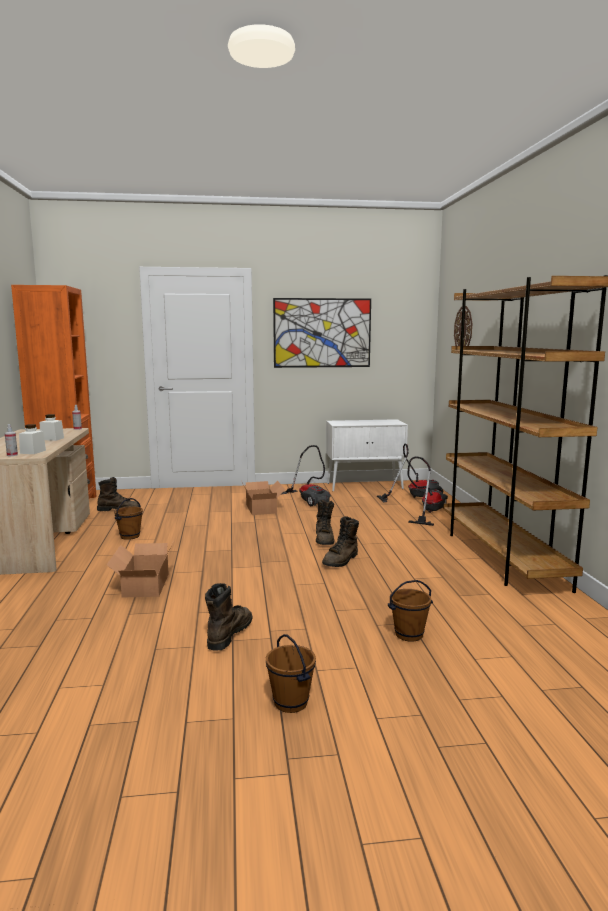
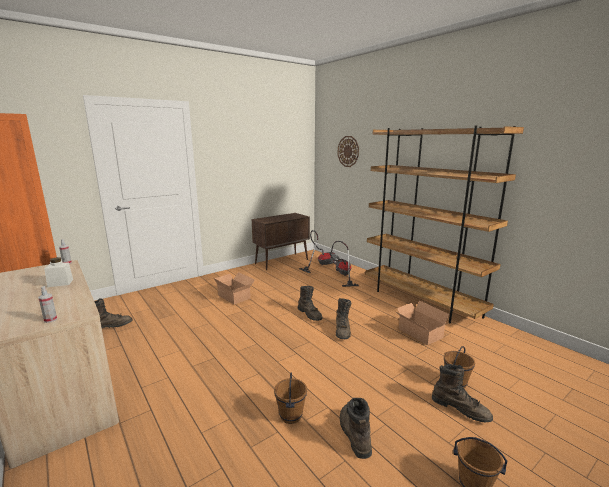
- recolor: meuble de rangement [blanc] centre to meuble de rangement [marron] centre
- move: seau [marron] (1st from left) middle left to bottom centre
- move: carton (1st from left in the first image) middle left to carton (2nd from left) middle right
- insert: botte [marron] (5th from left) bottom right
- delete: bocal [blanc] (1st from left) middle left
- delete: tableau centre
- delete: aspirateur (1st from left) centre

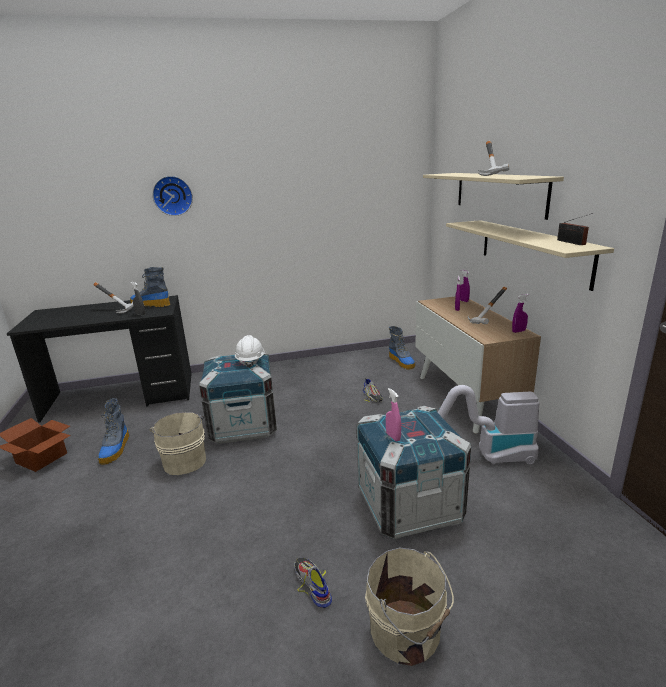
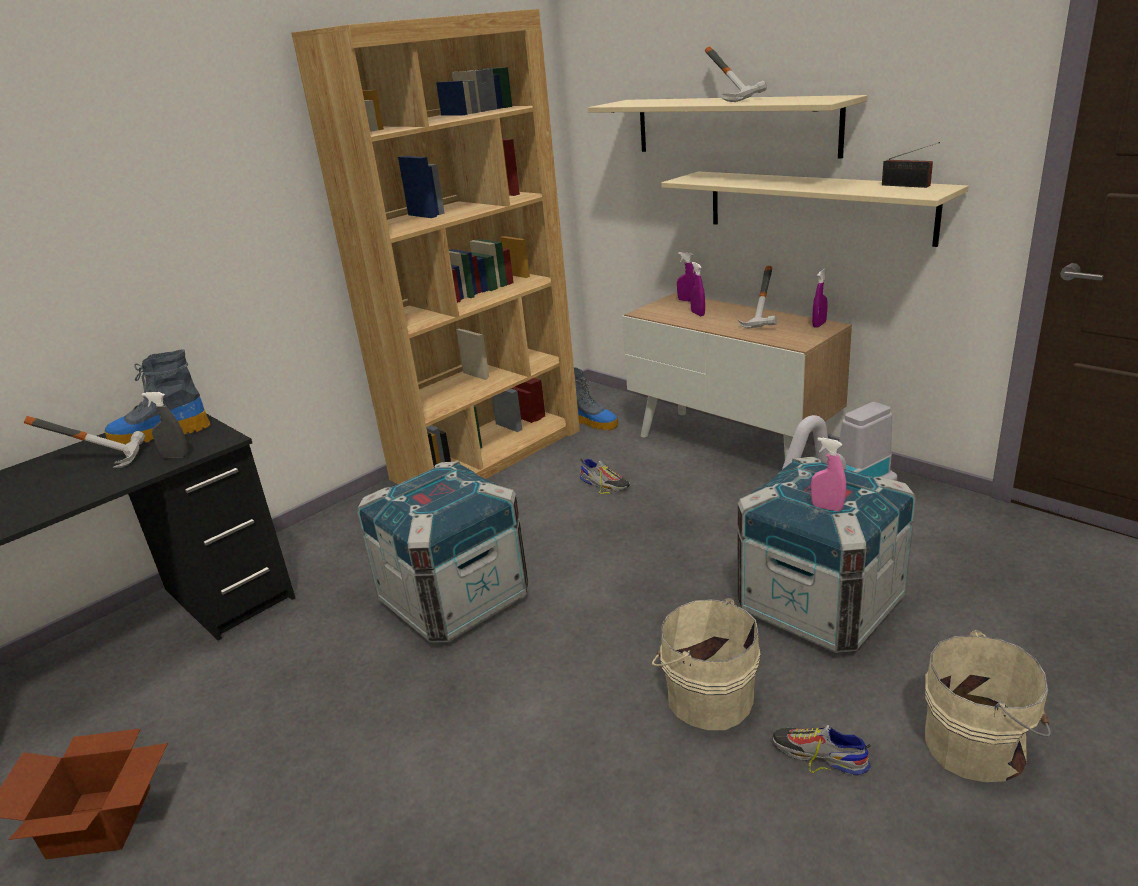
- insert: bibliothèque [marron] top centre
- move: seau [beige] (1st from left) middle left to bottom centre
- delete: botte (1st from left) middle left
- delete: horloge murale top left
- delete: casque de chantier [blanc] centre

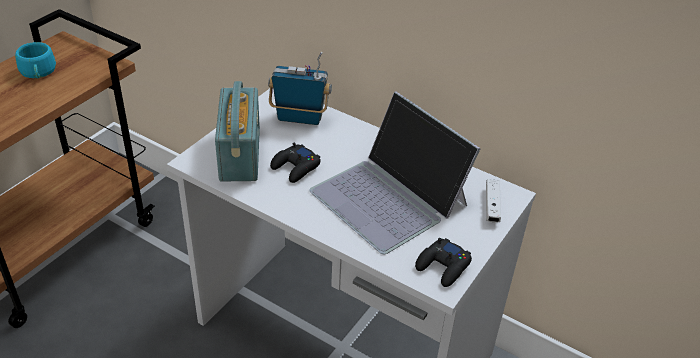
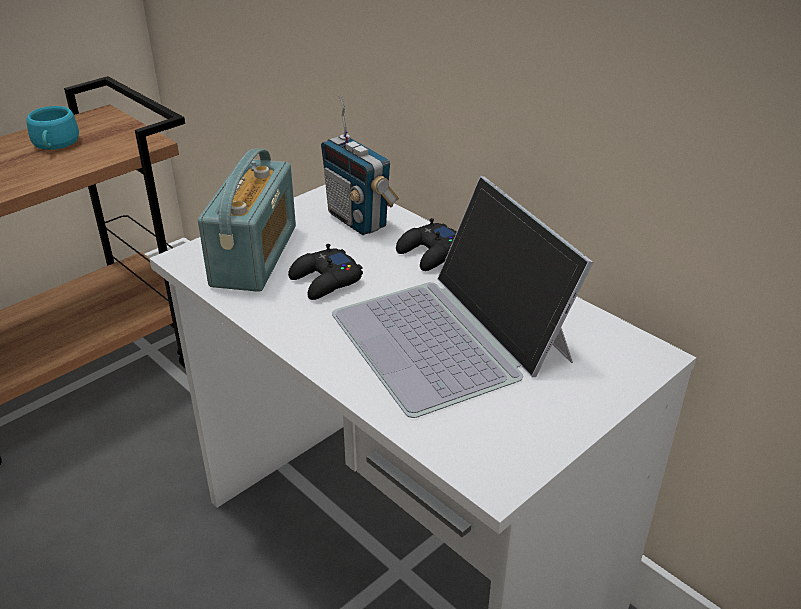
- rotate: radio (2nd from left) top centre = top centre 150 degrees counterclockwise
- move: manette [noir] (2nd from left) bottom centre to centre
- delete: manette [blanc] middle right

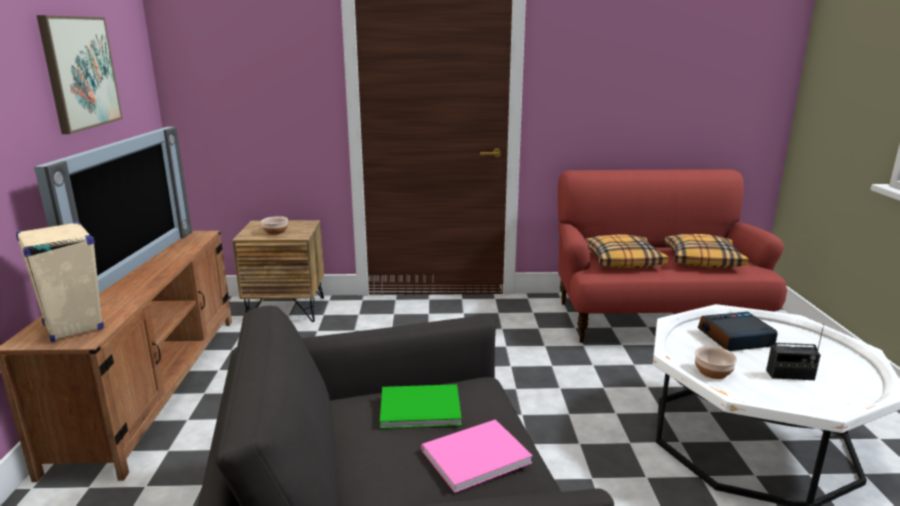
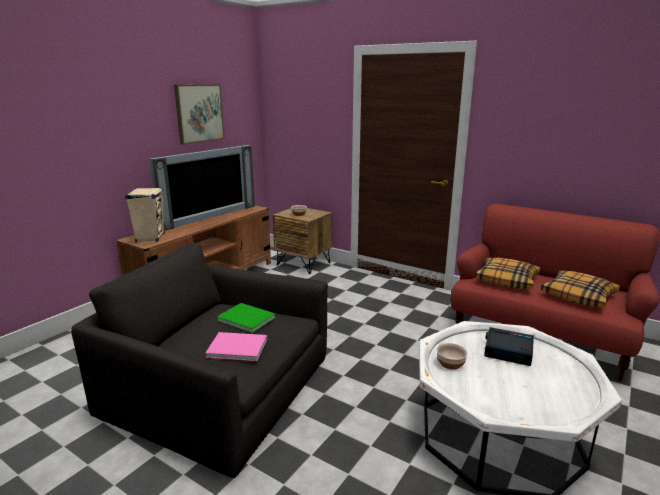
- delete: radio bottom right

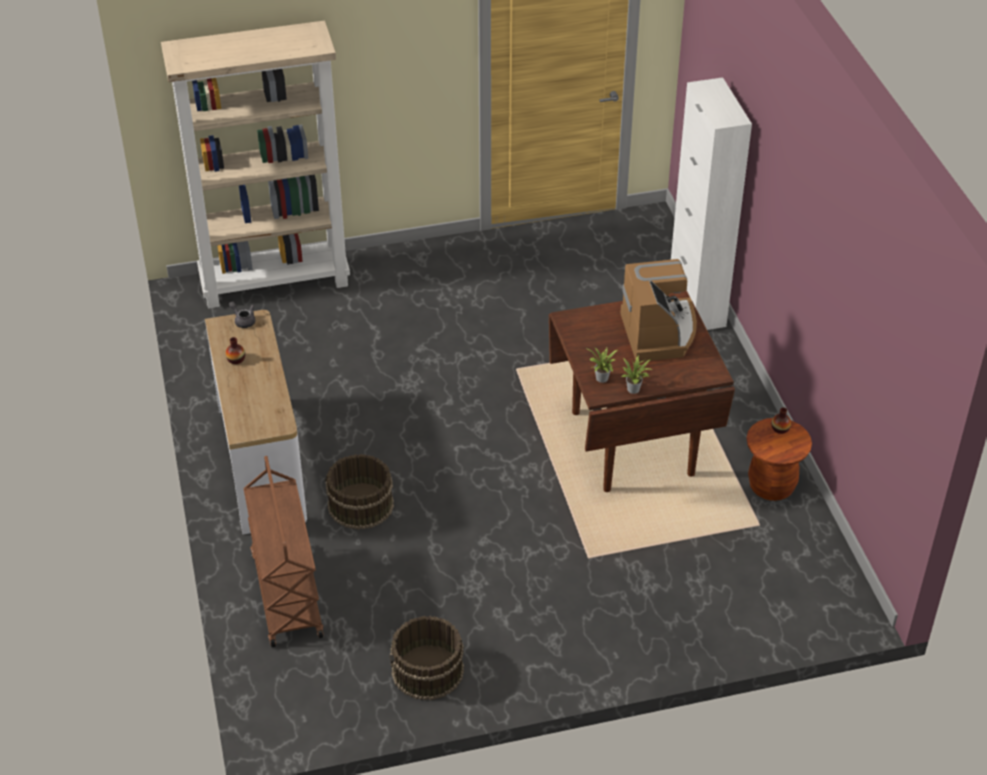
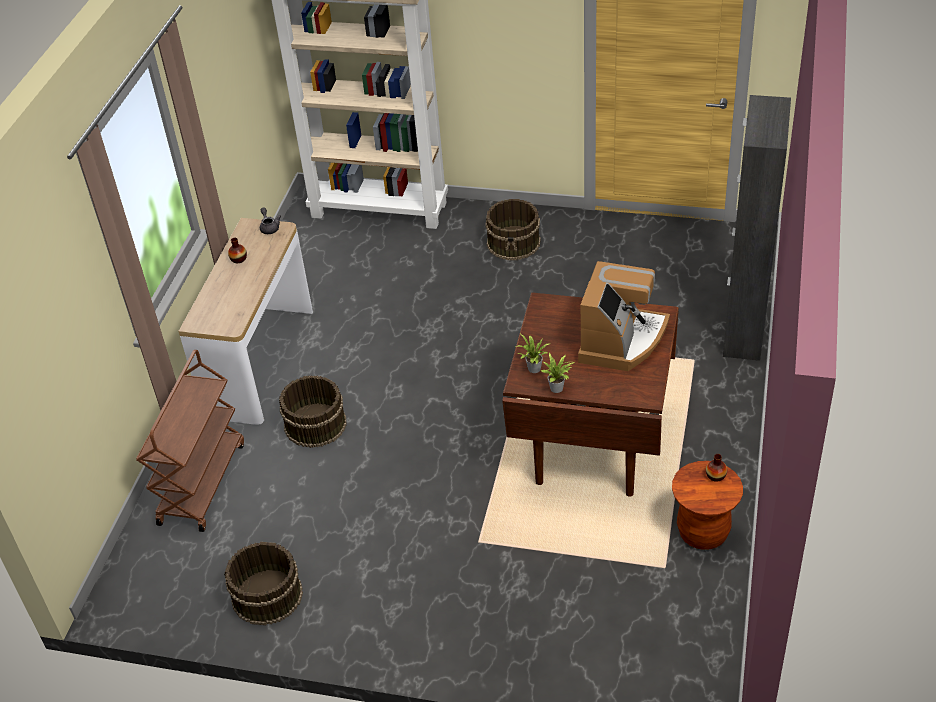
- insert: seau [marron] (3rd from left) top centre
- recolor: meuble de rangement [blanc] top right to meuble de rangement [noir] top right

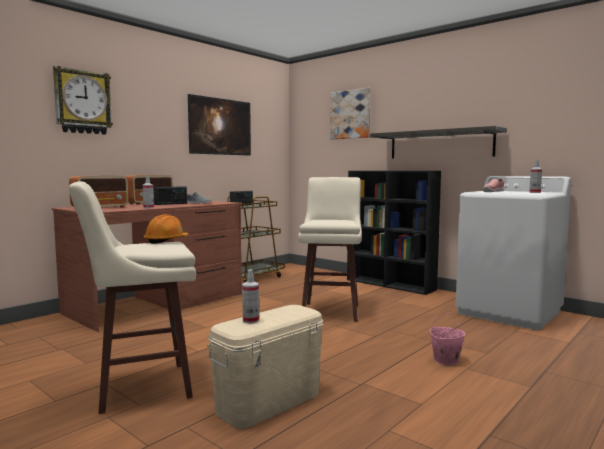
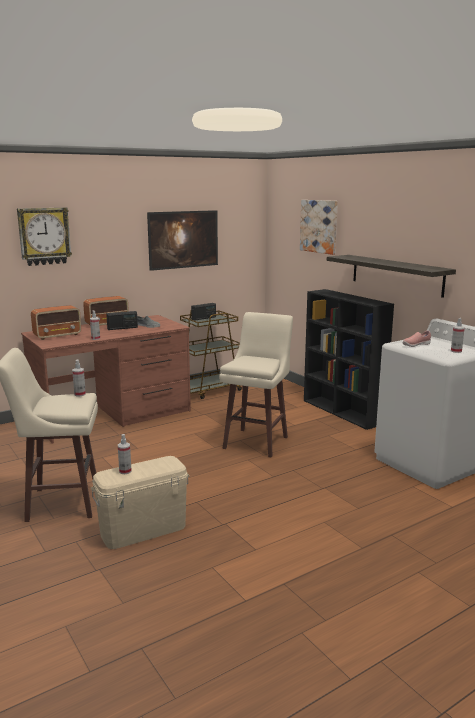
- replace: casque de chantier [orange] middle left to vaporisateur (1st from left) middle left
- delete: seau [rose] bottom right

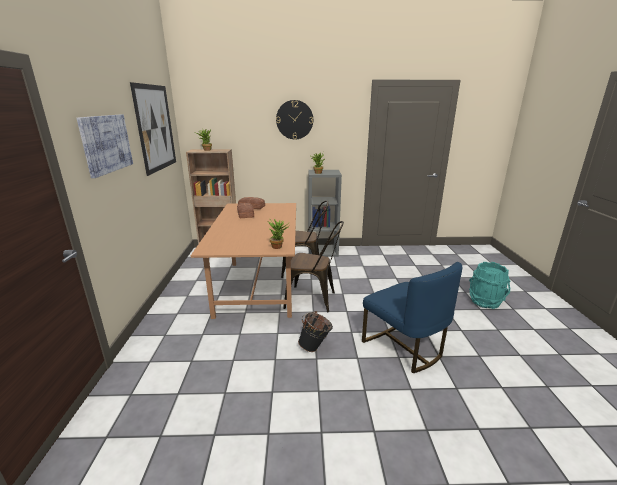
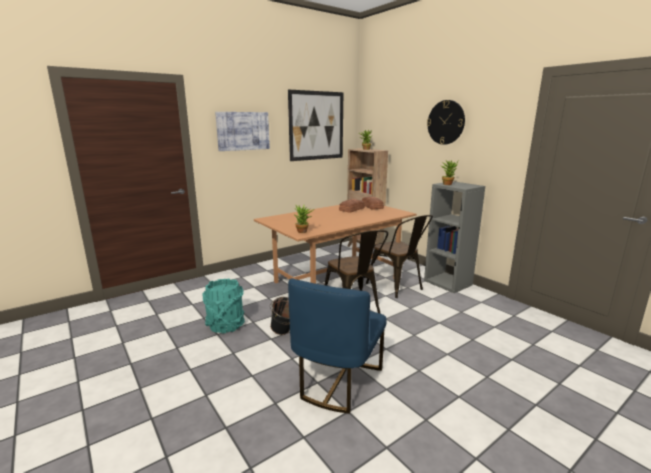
- move: seau [turquoise] middle right to centre

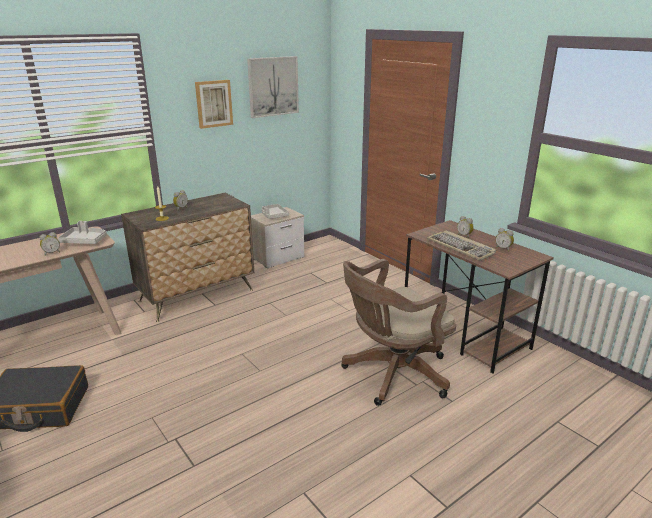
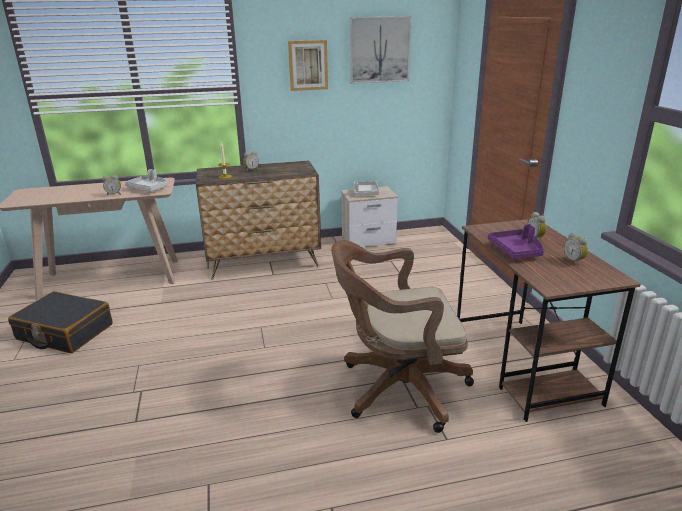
- replace: clavier middle right to plateau [violet] middle right

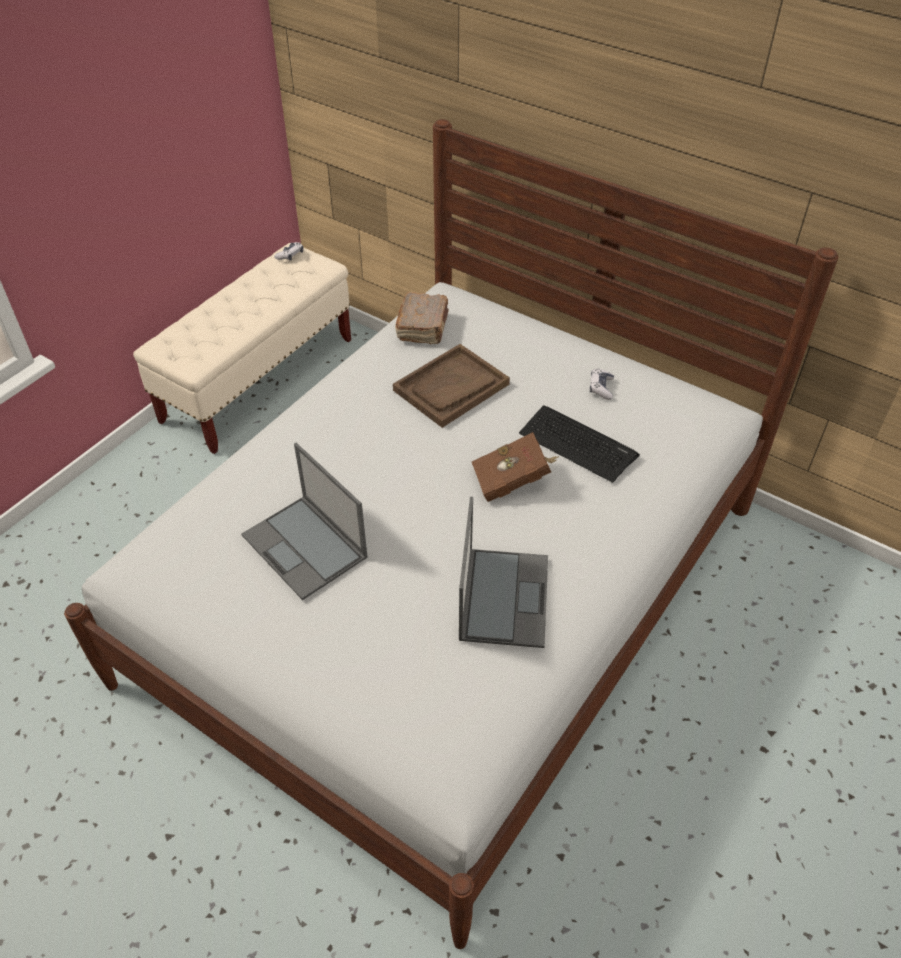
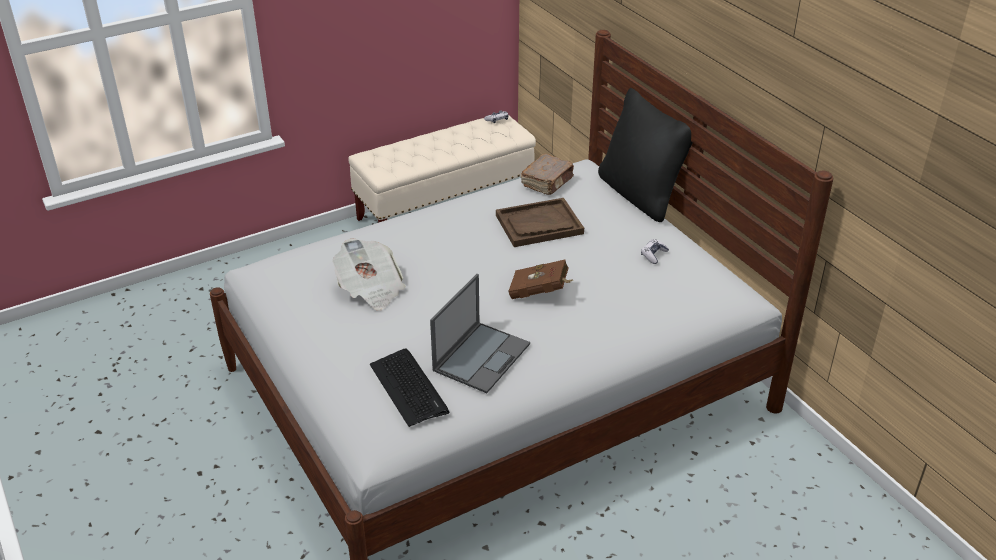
- replace: ordinateur portable (1st from left) centre to journal centre
- move: clavier centre to bottom centre
- insert: coussin [noir] top centre

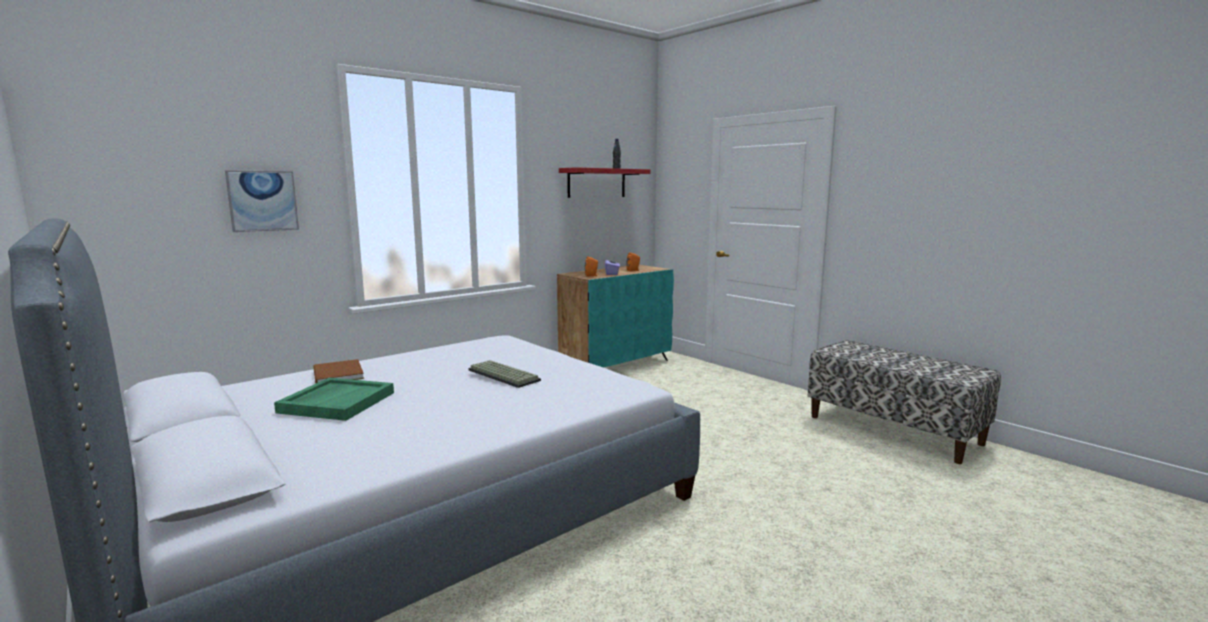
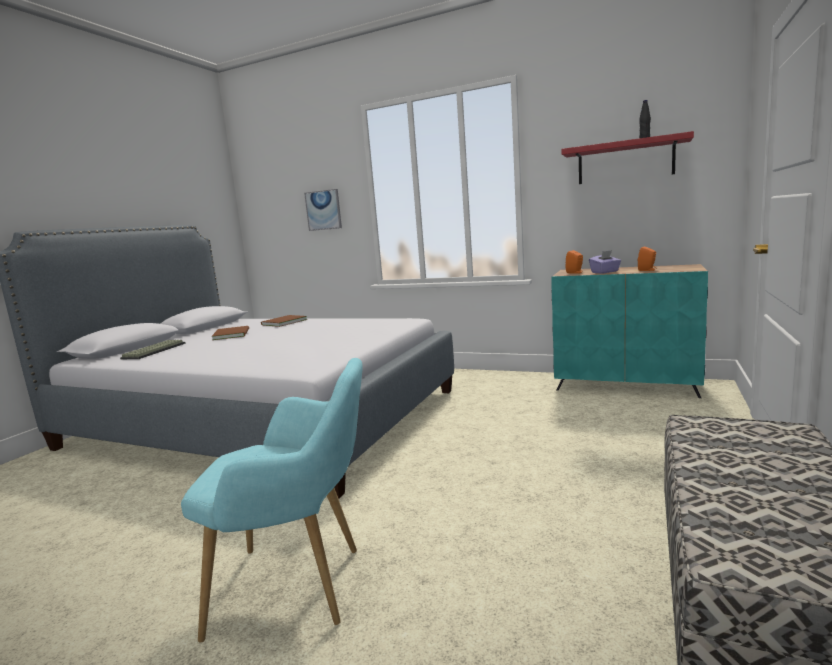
- move: clavier centre to middle left
- insert: fauteuil [turquoise] bottom left
- replace: plateau [vert] middle left to livre [marron] (1st from left) middle left

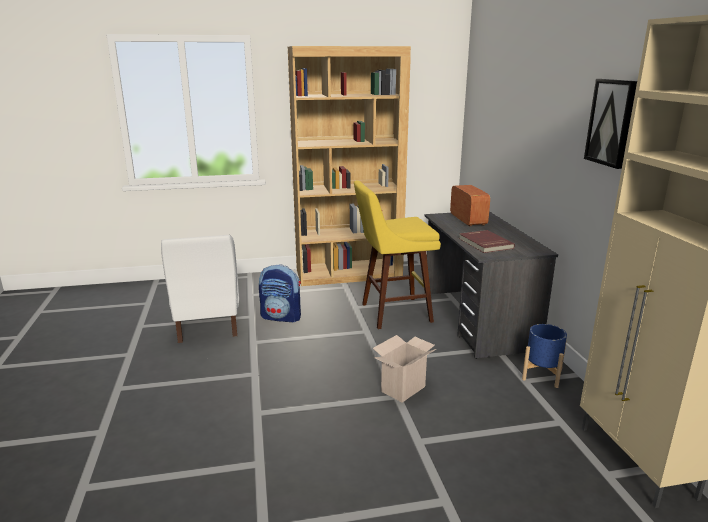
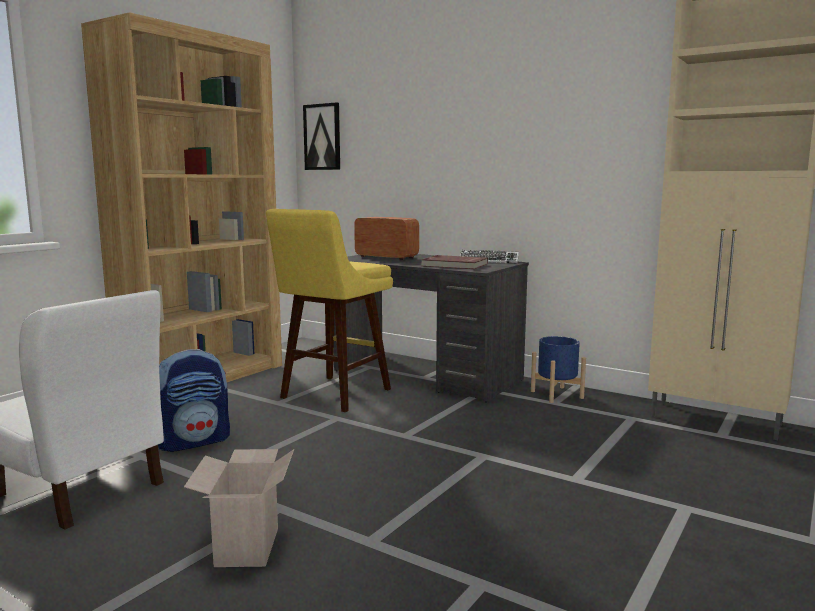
- move: carton bottom centre to bottom left
- move: tableau top right to top centre
- insert: clavier centre

